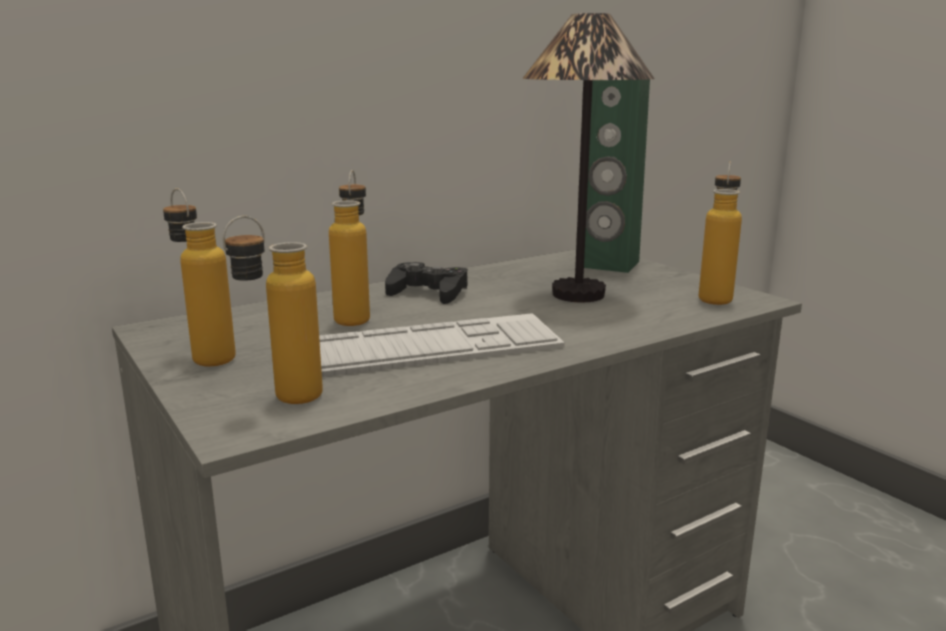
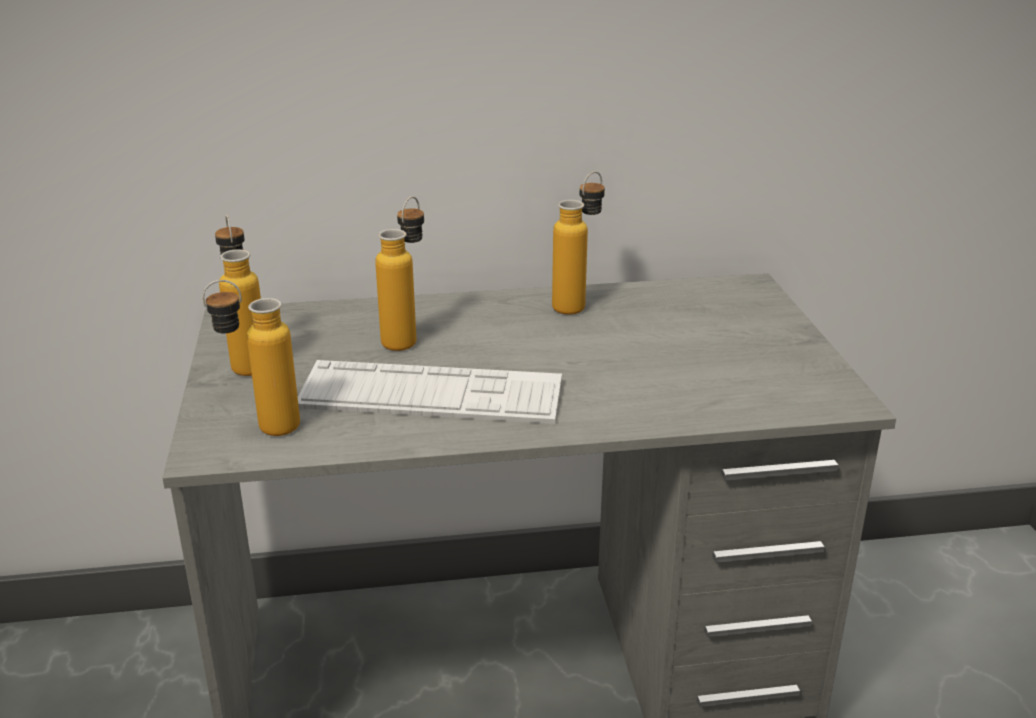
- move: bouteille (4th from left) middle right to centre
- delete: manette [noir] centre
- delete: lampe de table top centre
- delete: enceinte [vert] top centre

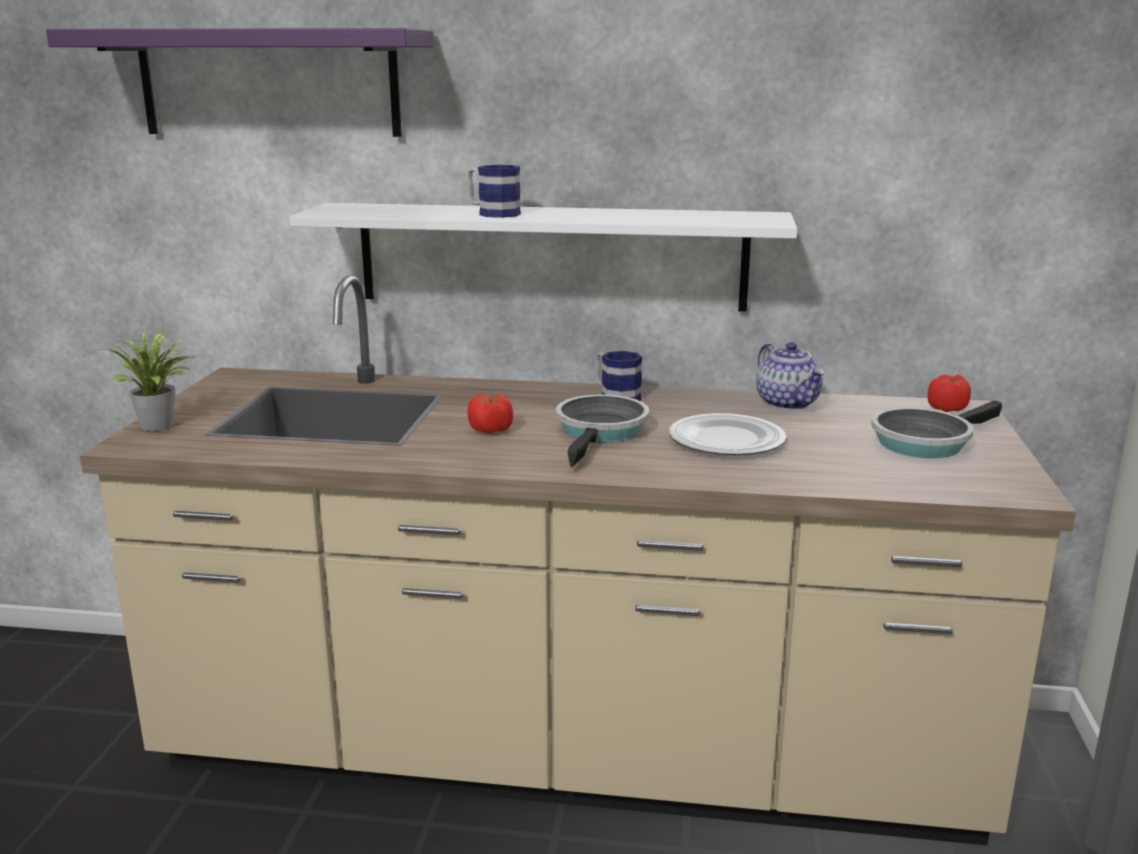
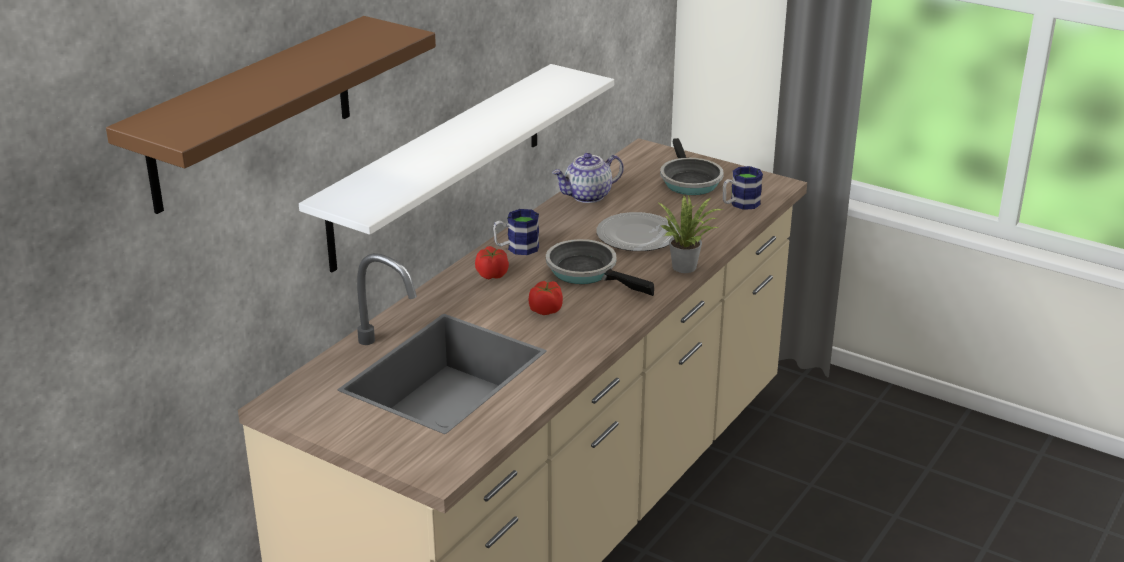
- recolor: étagère [violet] top left to étagère [marron] top left
- move: tomate (2nd from left in the first image) middle right to tomate (1st from left) centre
- rotate: théière middle right = top centre 150 degrees clockwise
- move: plante en pot middle left to centre
- move: mug (1st from left in the first image) top centre to mug (2nd from left) centre

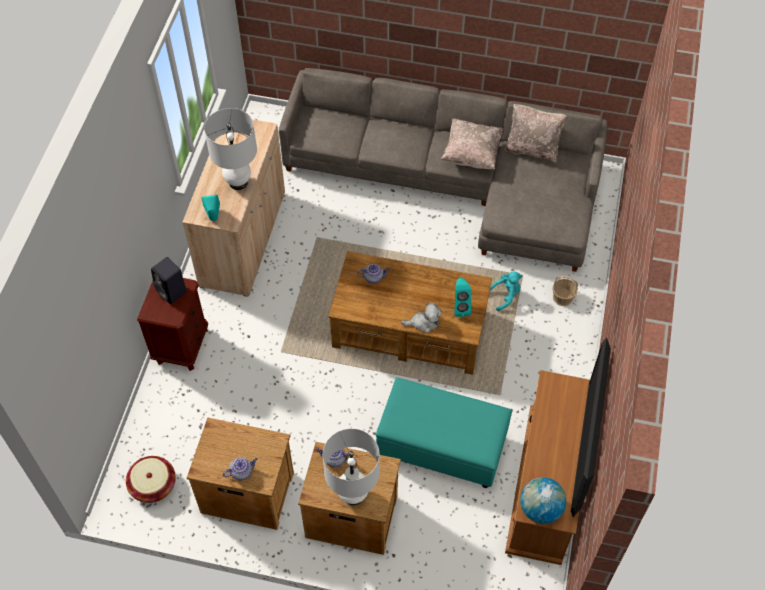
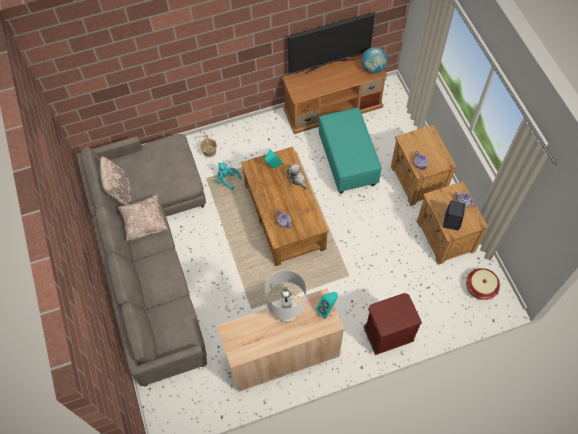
- move: enceinte [noir] middle left to middle right
- delete: lampe de table [blanc] (2nd from left) bottom centre

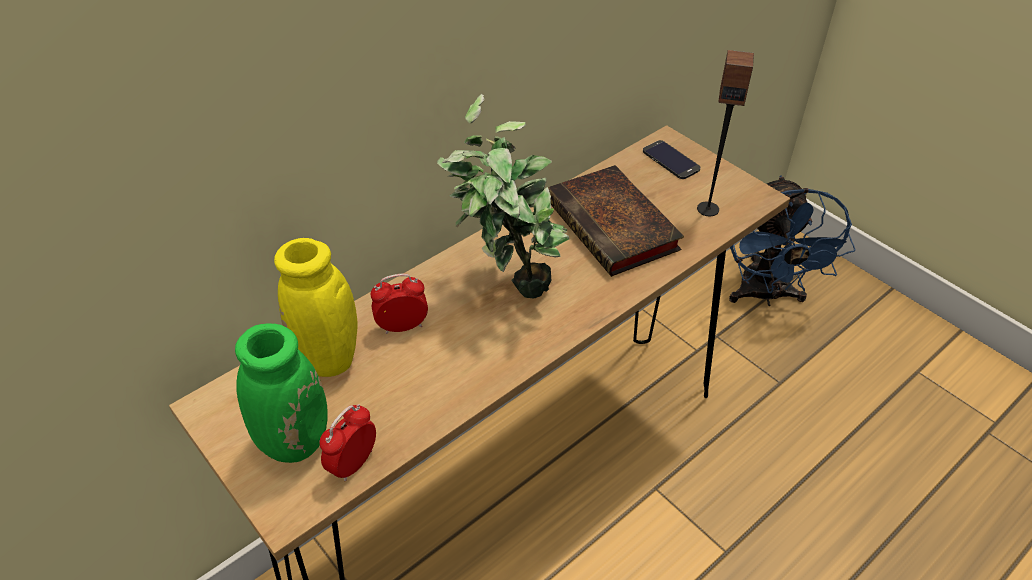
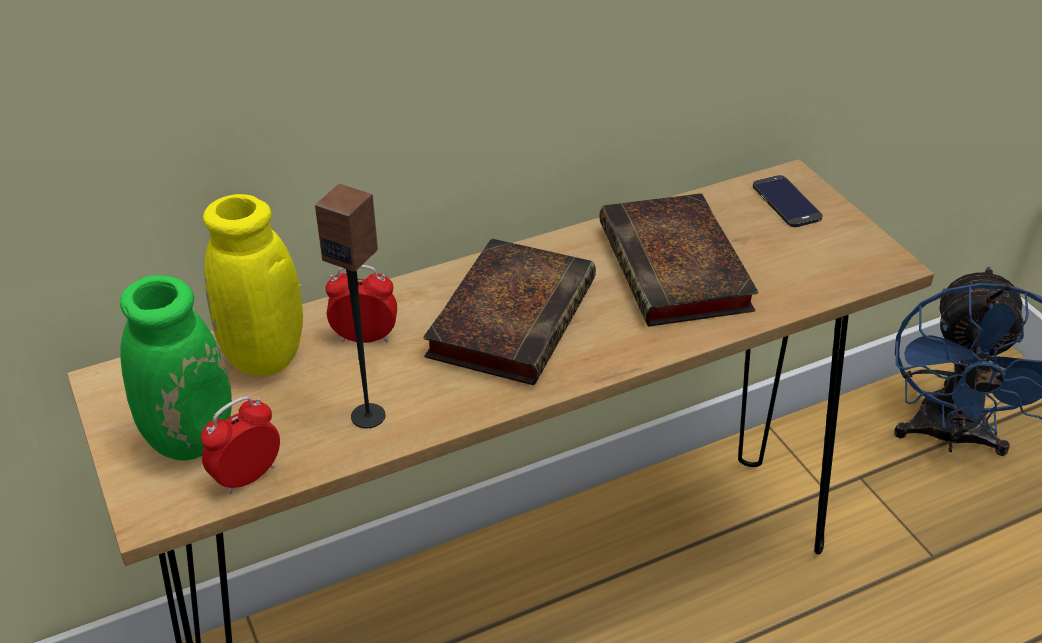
- move: enceinte top right to centre
- replace: plante en pot centre to livre (1st from left) centre

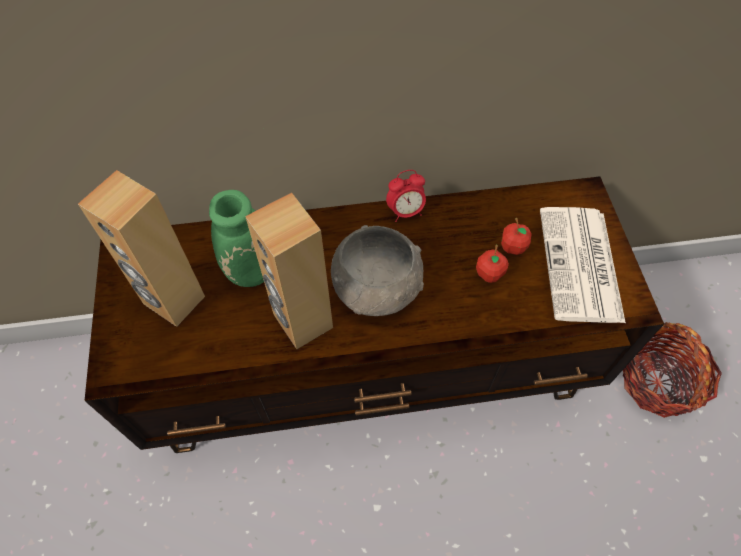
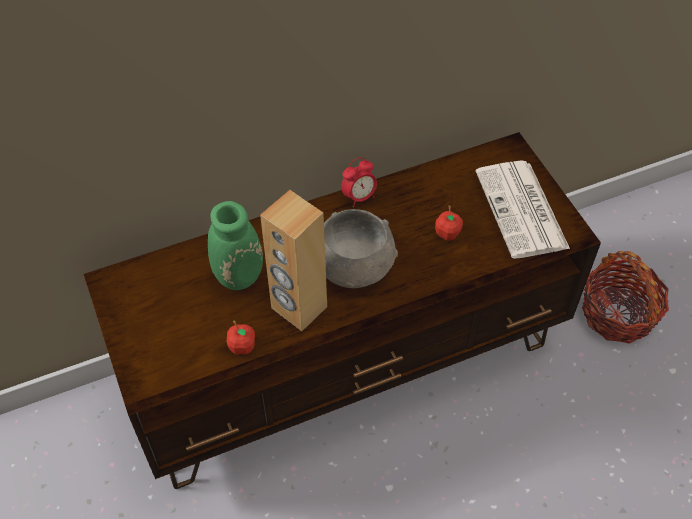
- move: pomme (2nd from left in the first image) middle right to pomme (1st from left) centre
- delete: enceinte [marron] (1st from left) middle left

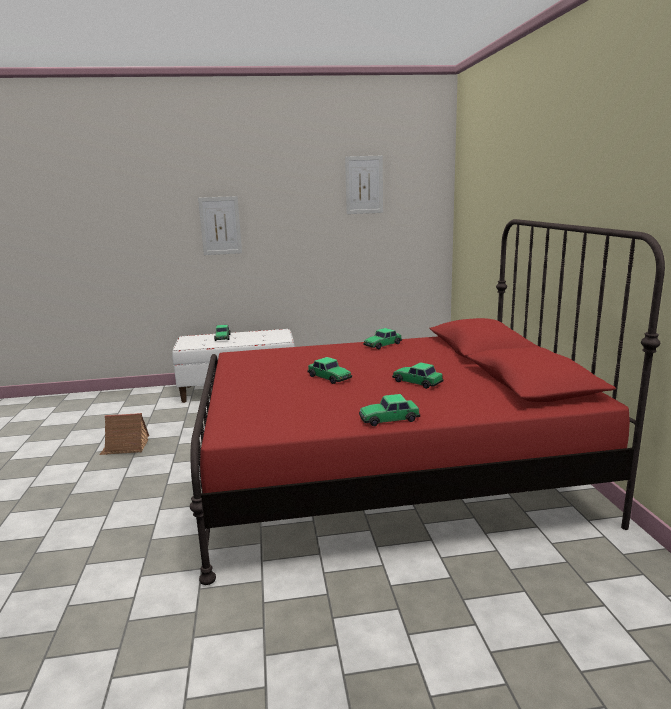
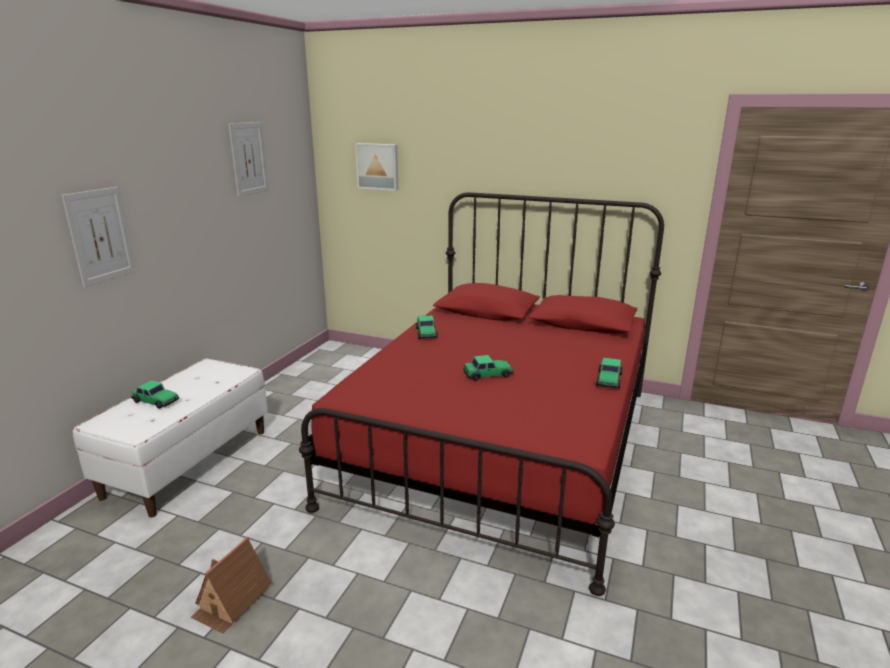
- insert: tableau (3rd from left) top centre
- delete: petite voiture (5th from left) centre

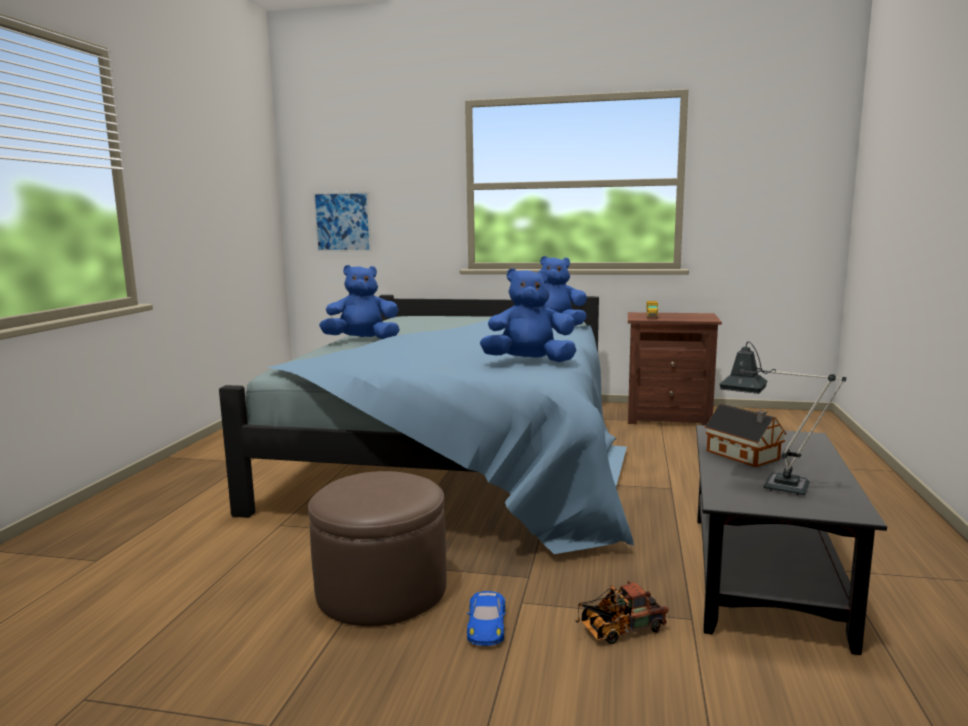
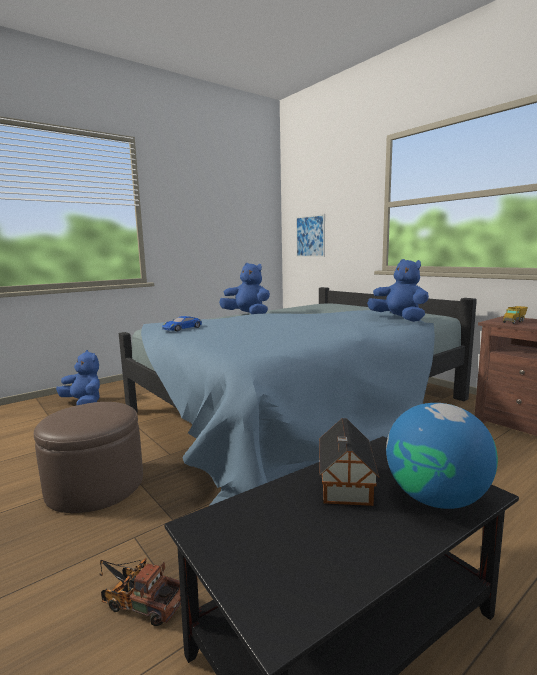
- move: peluche [bleu] (2nd from left in the first image) centre to peluche [bleu] (1st from left) middle left
- move: petite voiture [bleu] bottom centre to centre
- insert: globe bottom right
- delete: lampe de table middle right

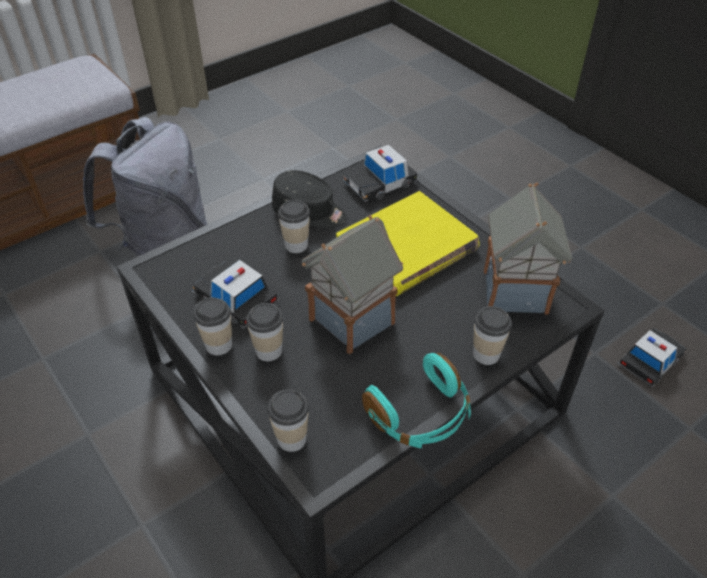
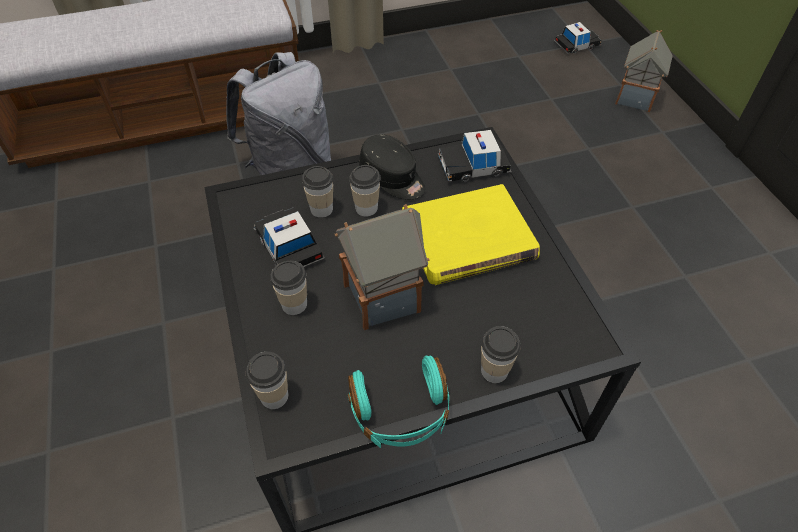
- move: tasse (1st from left in the first image) middle left to tasse (3rd from left) centre
- move: petite voiture (3rd from left) middle right to top right
- move: maison miniature (2nd from left) middle right to top right

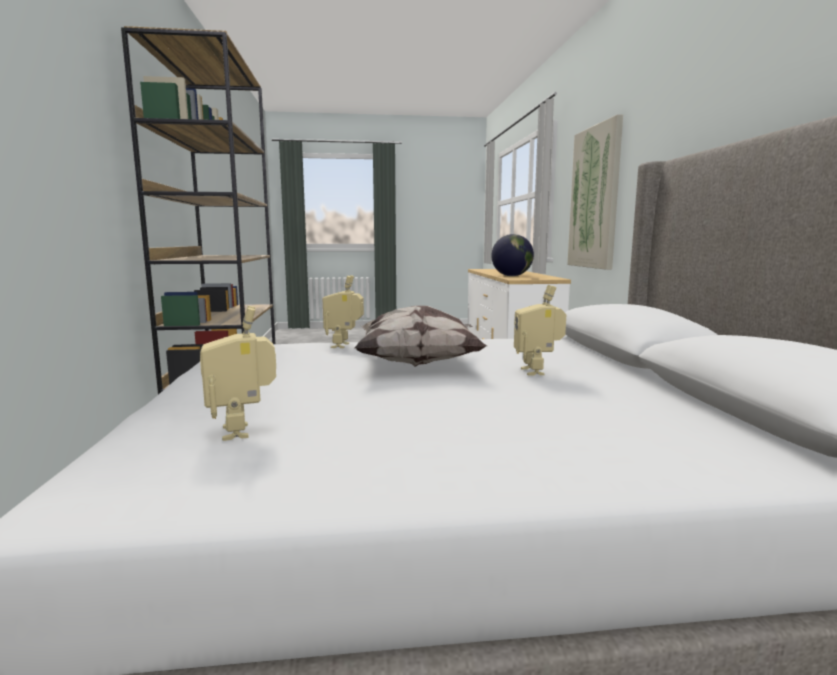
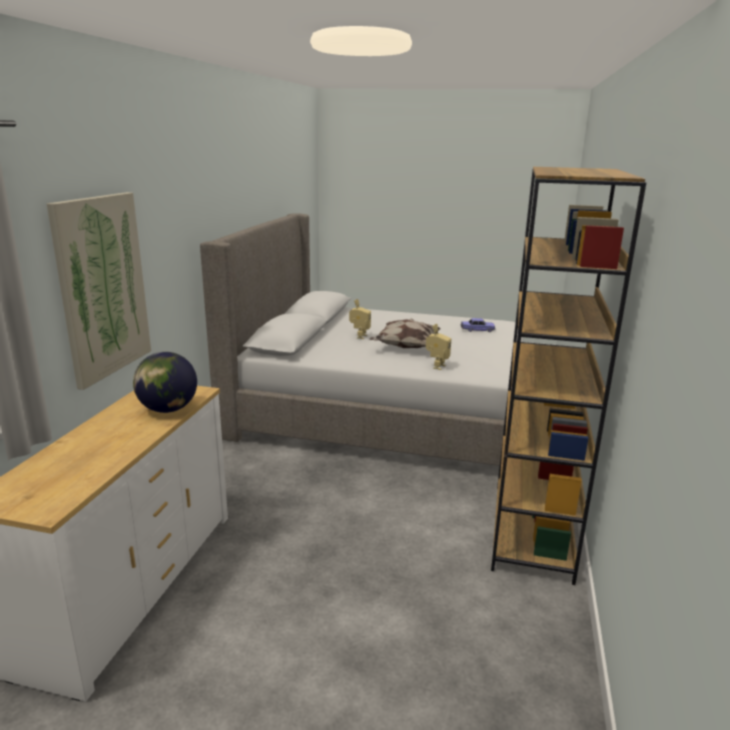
- replace: robot jouet (1st from left) middle left to petite voiture centre

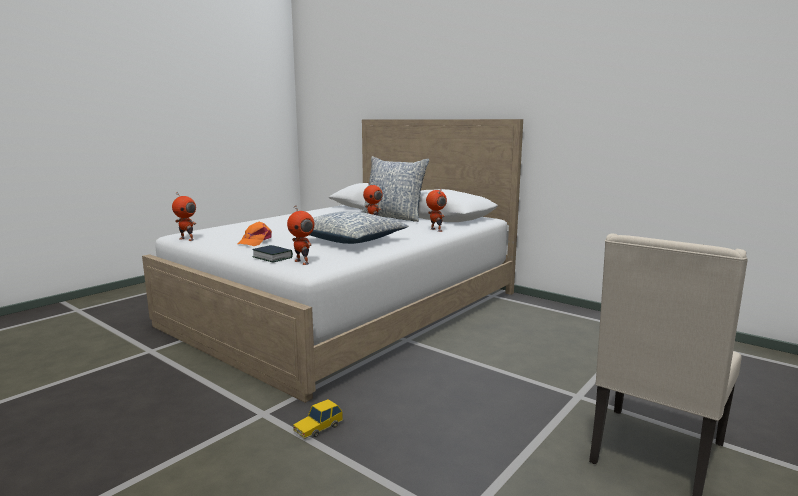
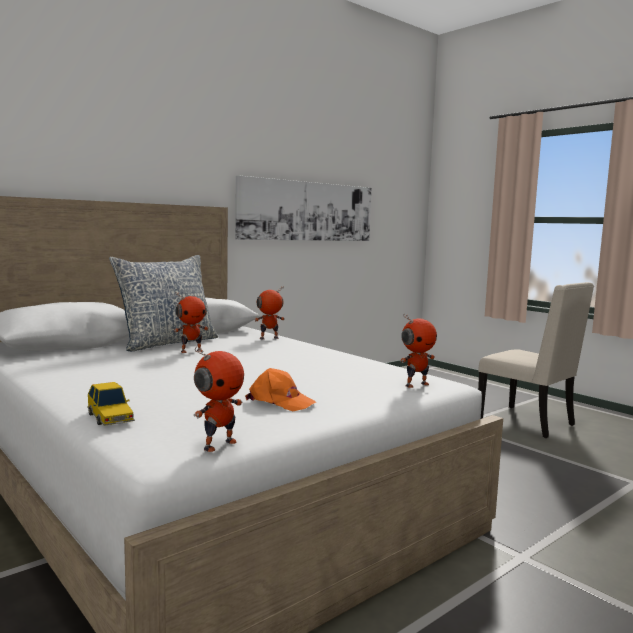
- move: petite voiture bottom centre to middle left
- insert: tableau top centre
- delete: livre centre
- delete: coussin (1st from left) centre

